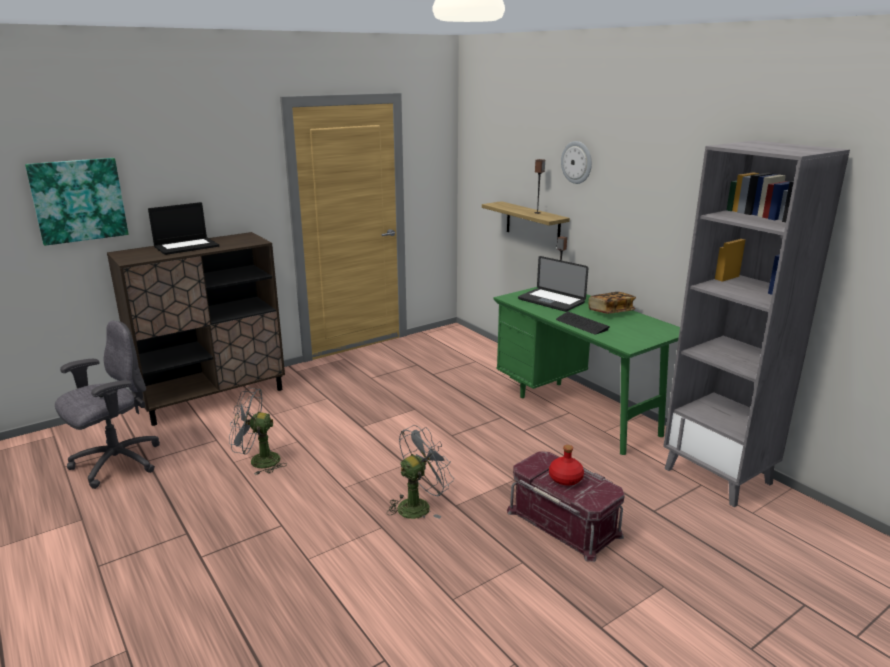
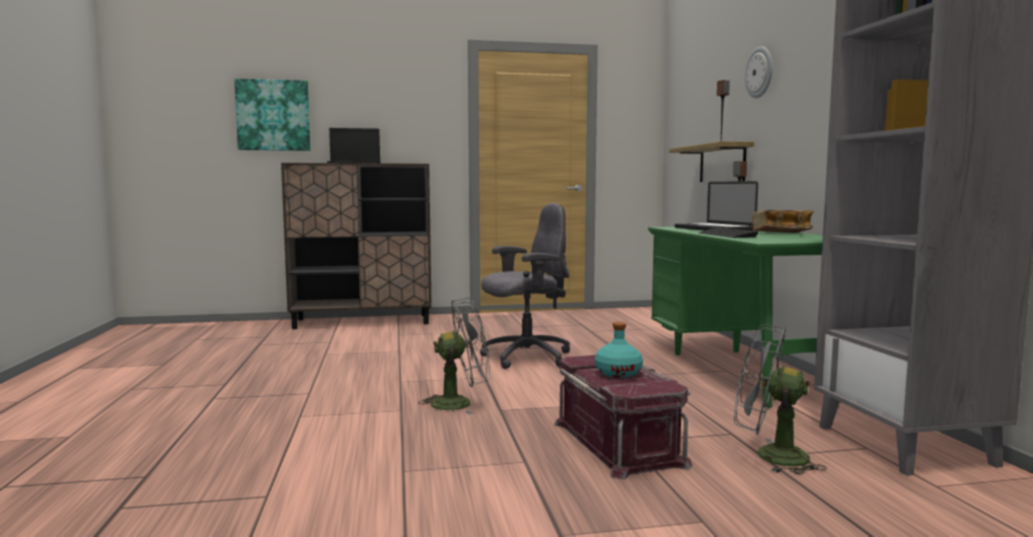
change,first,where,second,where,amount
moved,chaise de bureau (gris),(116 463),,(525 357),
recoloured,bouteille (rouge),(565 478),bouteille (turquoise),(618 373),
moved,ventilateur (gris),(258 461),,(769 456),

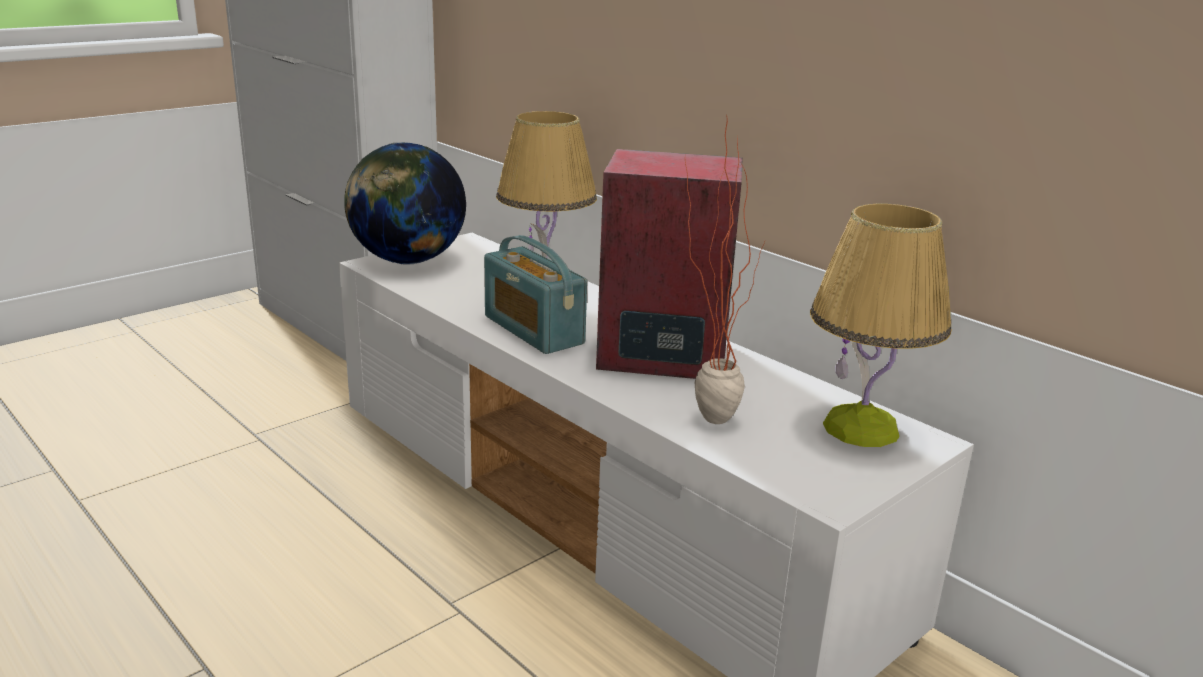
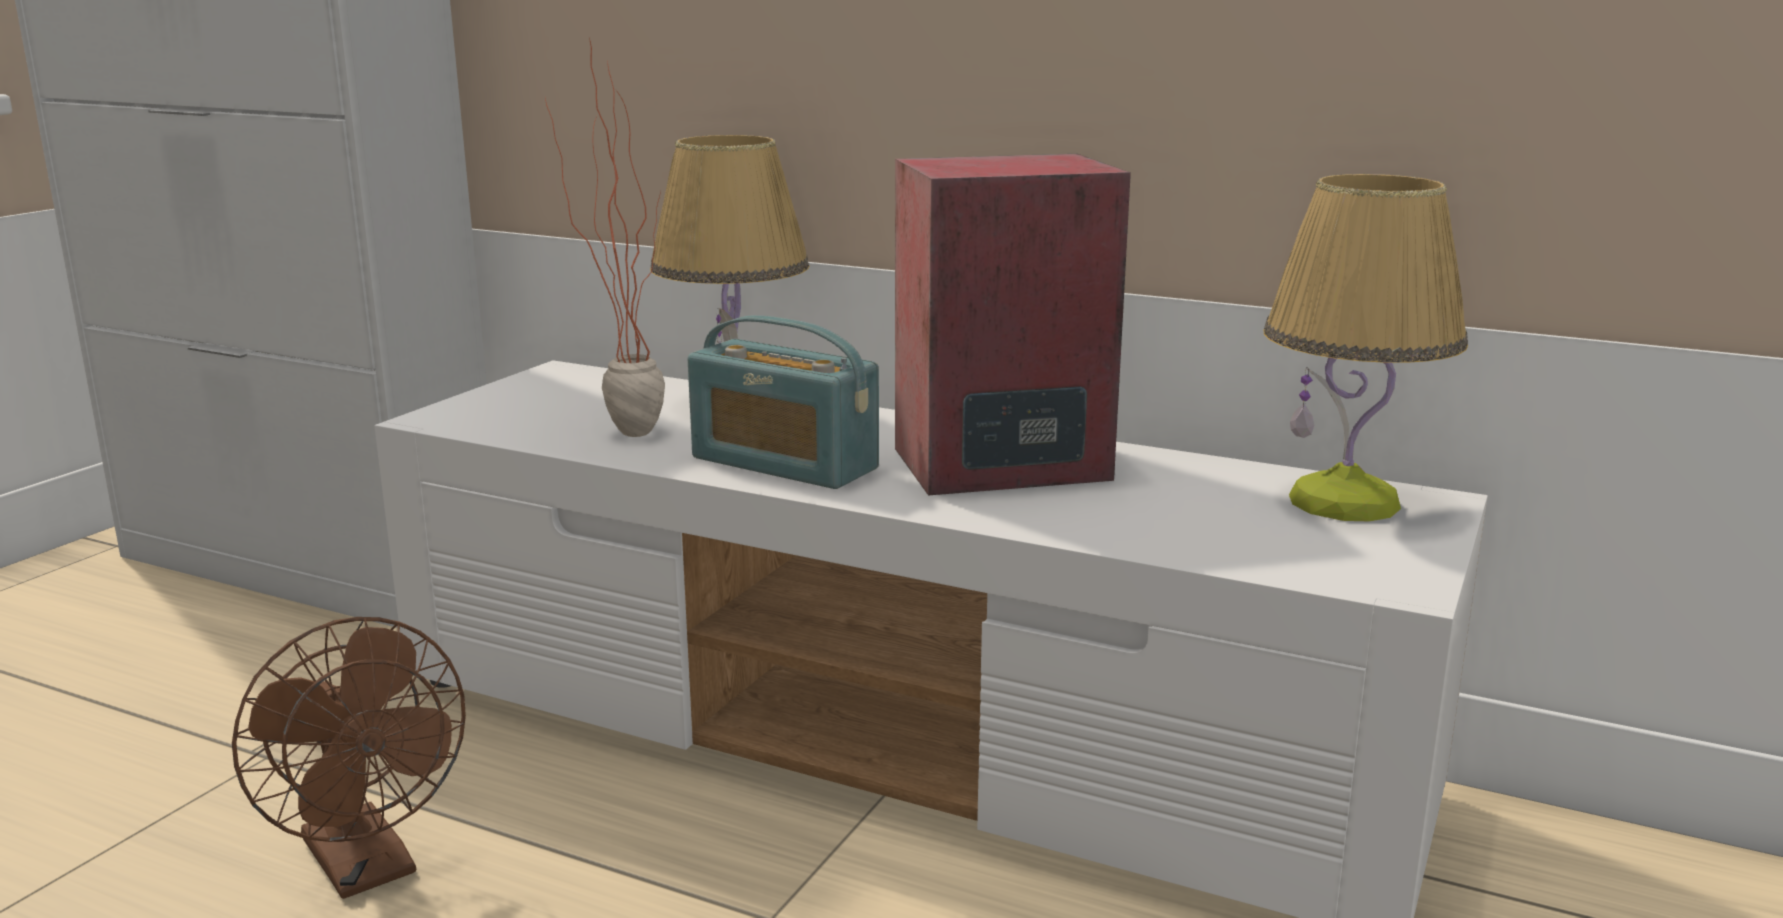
change,first,where,second,where,amount
added,,,ventilateur (marron),(368 868),
moved,plante en pot,(705 413),,(621 430),
removed,globe,(408 261),,,

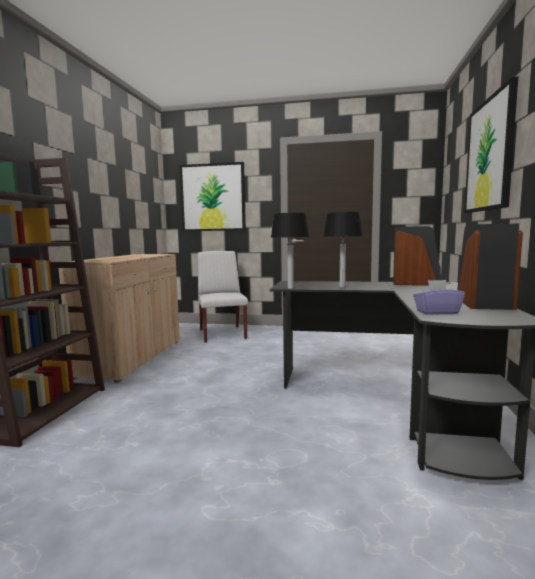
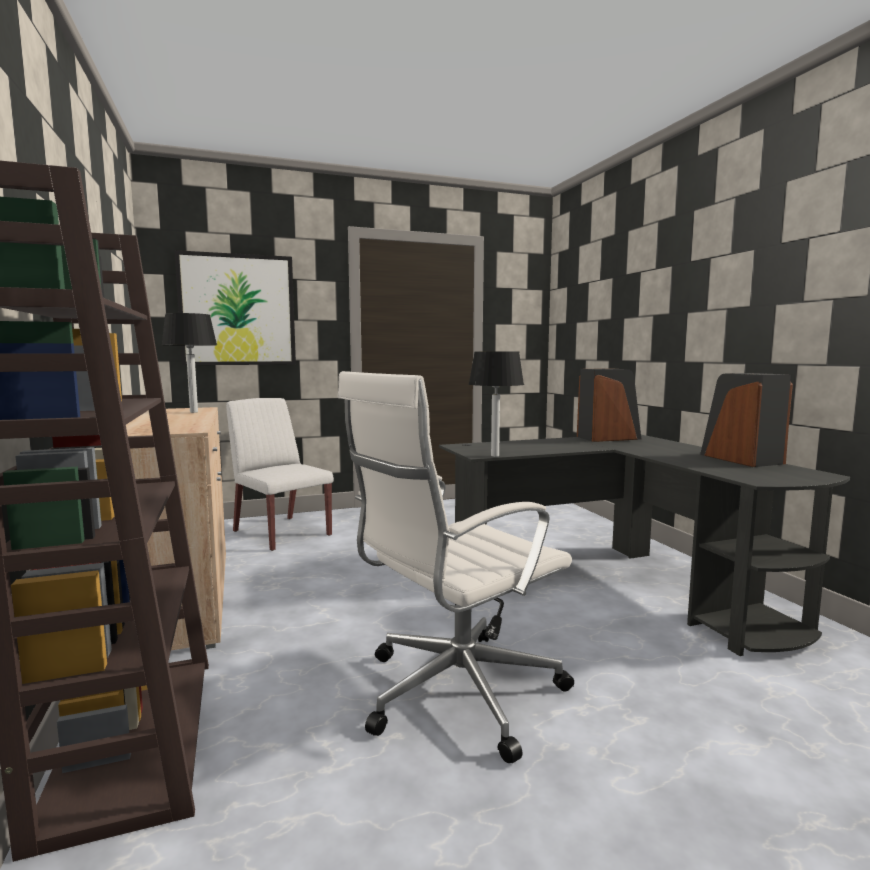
change,first,where,second,where,amount
moved,lampe de table,(342 287),,(194 412),
added,,,chaise de bureau (blanc),(455 693),
removed,boîte à mouchoirs (violet),(437 312),,,
removed,tableau,(490 155),,,

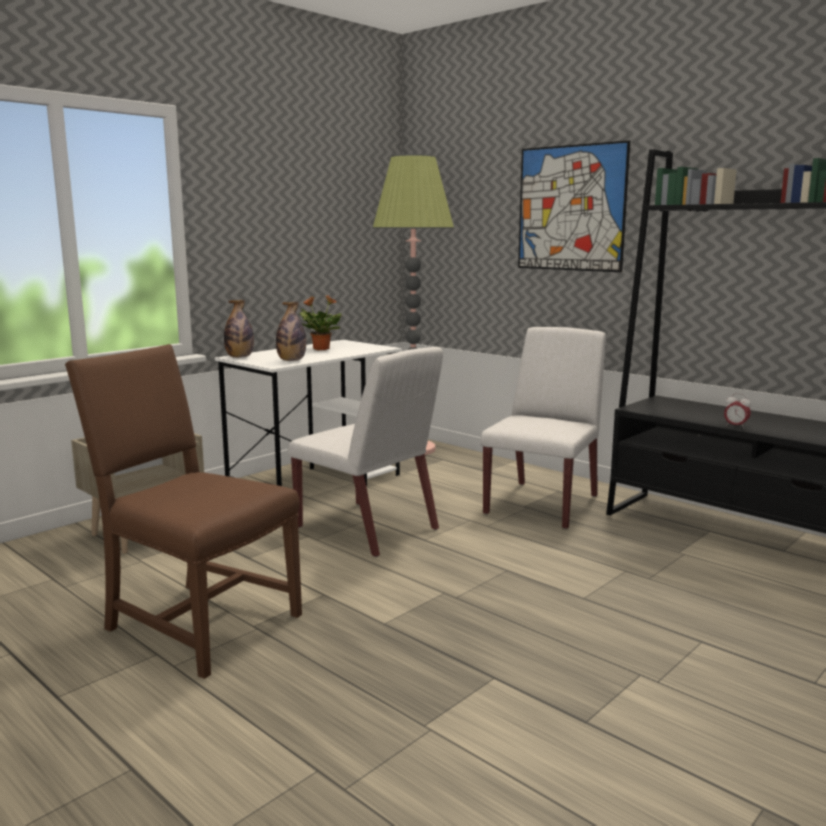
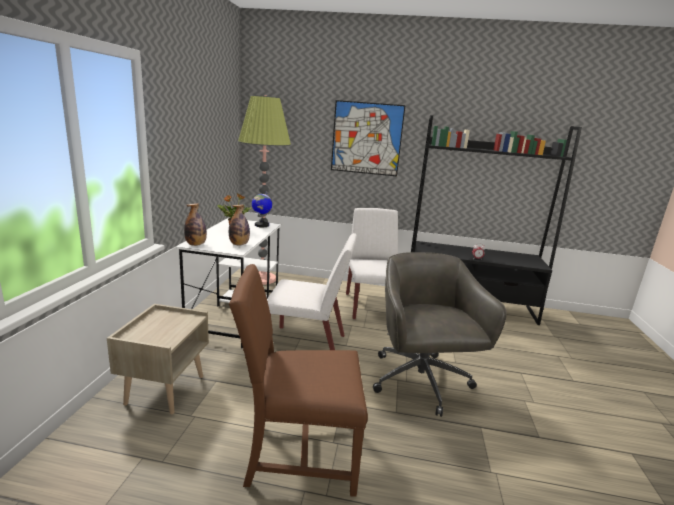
change,first,where,second,where,amount
added,,,globe,(261 225),
added,,,chaise de bureau (gris),(421 382),

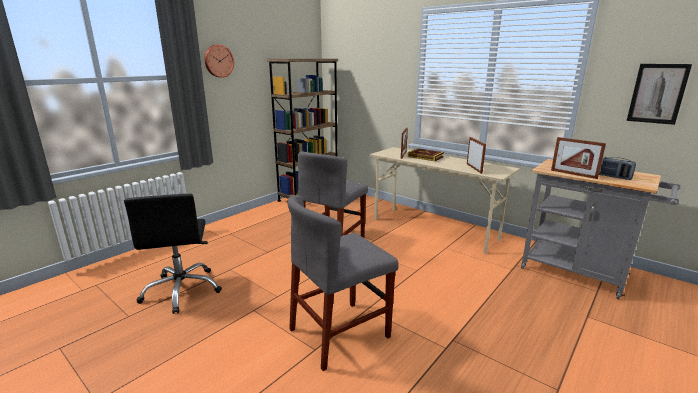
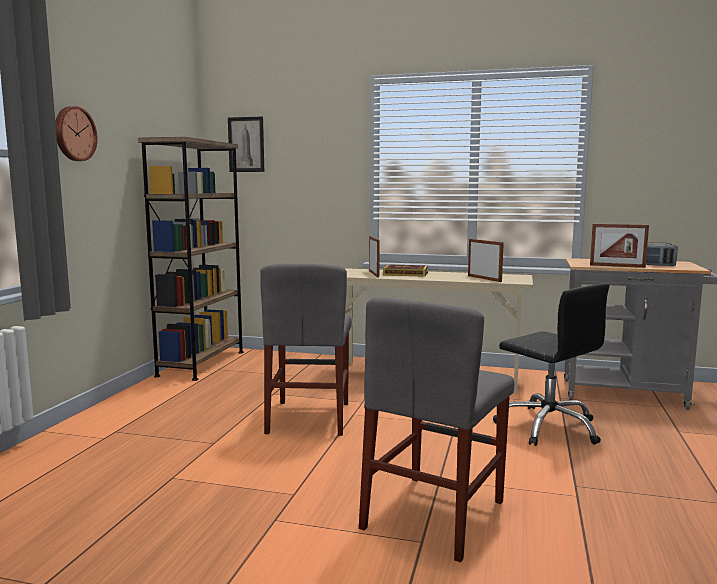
change,first,where,second,where,amount
moved,tableau,(657 93),,(246 144),
moved,chaise de bureau (noir),(182 290),,(549 427),

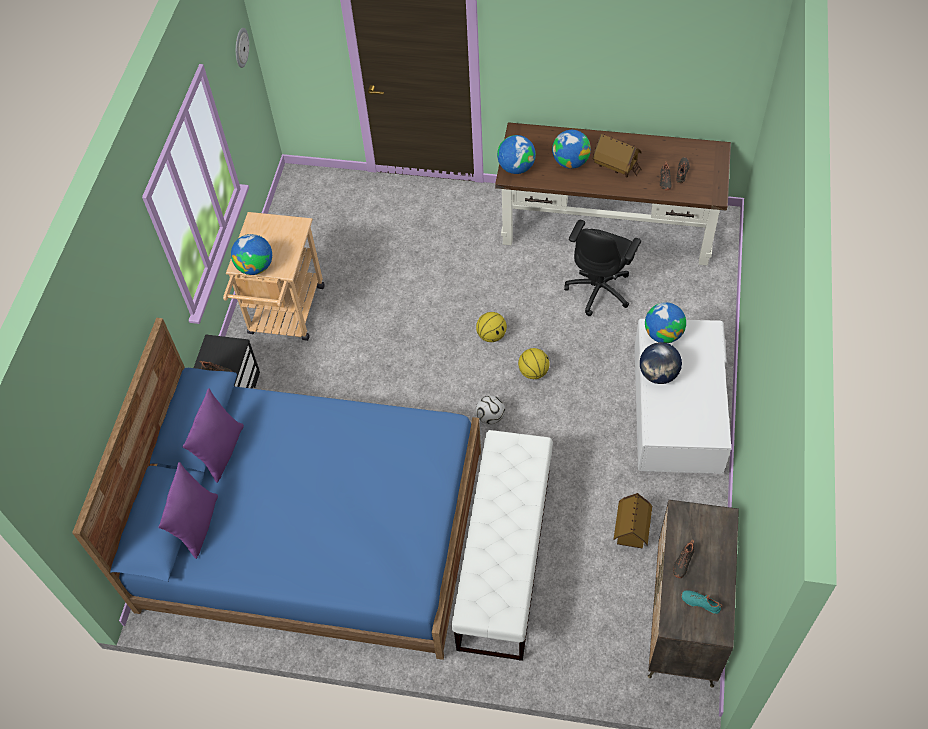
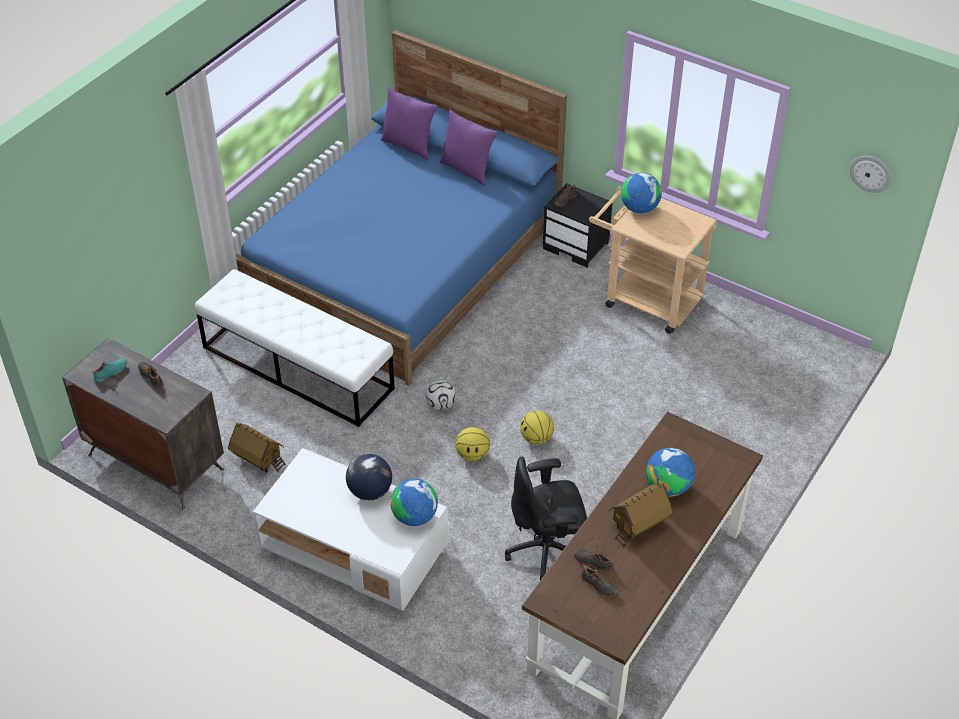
change,first,where,second,where,amount
turned,chaise de bureau (noir),(599 289),,(547 551),60 degrees counterclockwise
removed,globe,(516 168),,,

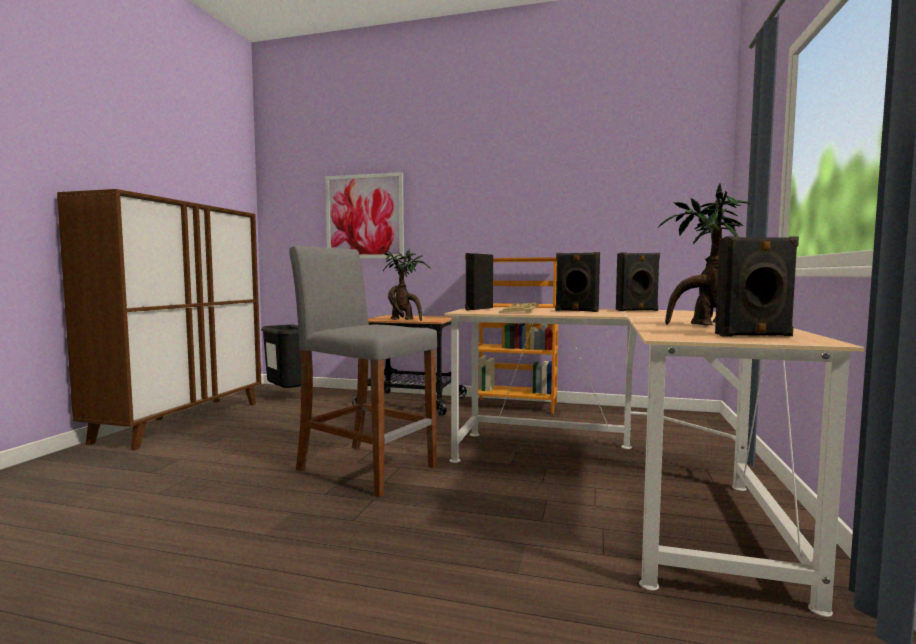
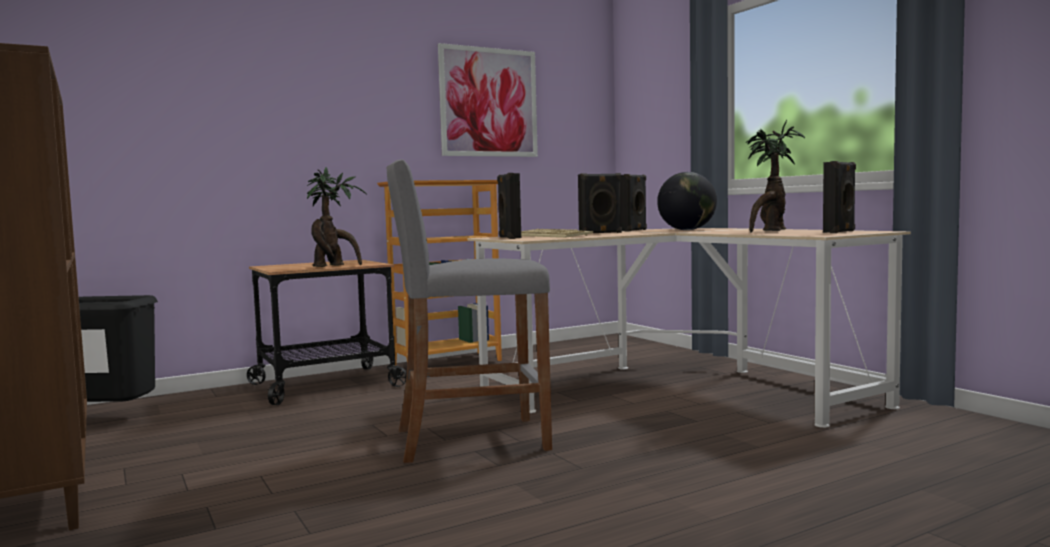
change,first,where,second,where,amount
moved,tableau,(364 216),,(488 102),
added,,,globe,(687 230),

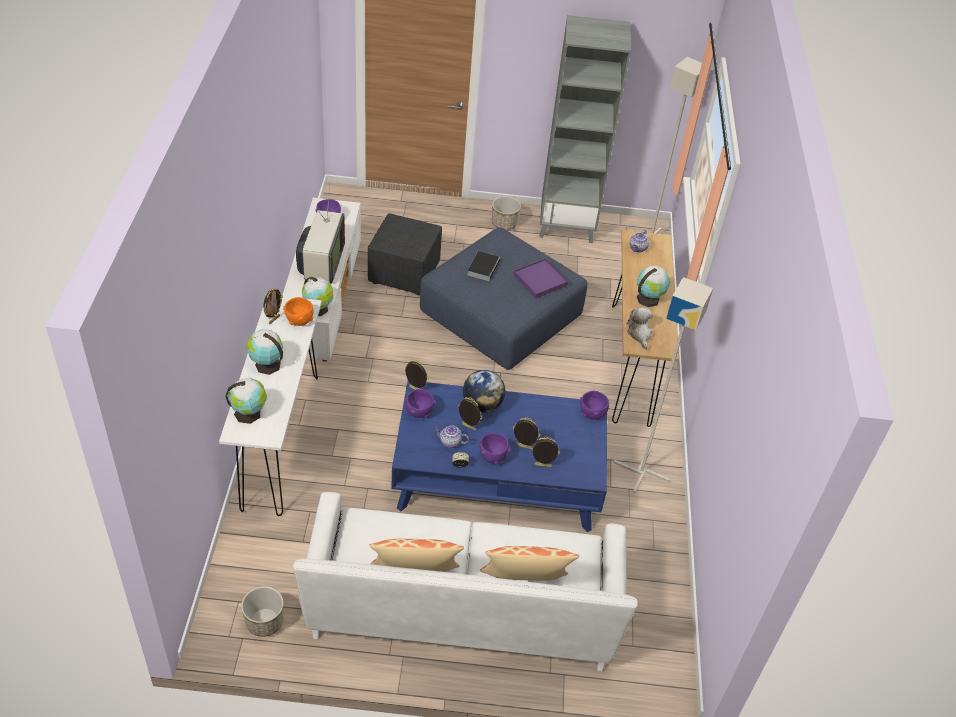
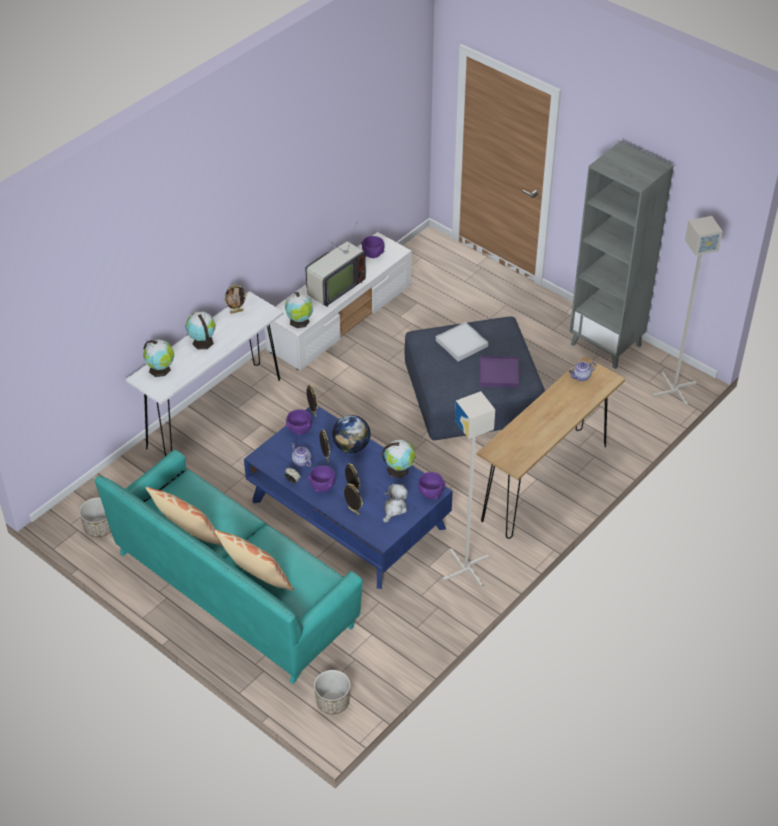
change,first,where,second,where,amount
recoloured,canapé (blanc),(461 609),canapé (turquoise),(234 590),
moved,cache-pot,(504 224),,(332 702),
moved,globe,(649 298),,(399 469),
moved,peluche,(639 334),,(394 508),
replaced,livre,(483 267),plateau (blanc),(461 343),
removed,bol (orange),(299 321),,,
removed,pouf (noir),(405 273),,,

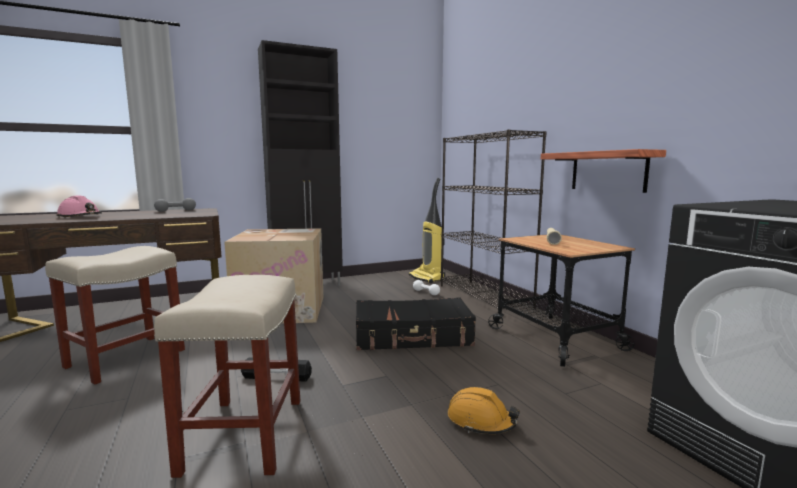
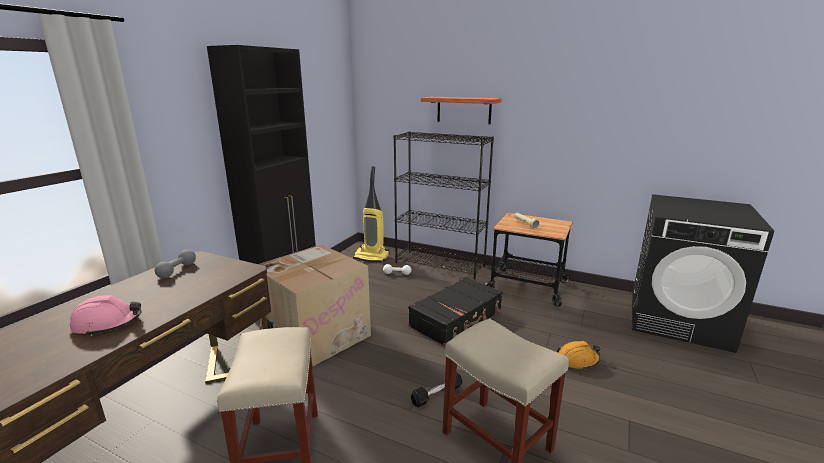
change,first,where,second,where,amount
moved,étagère,(608 171),,(464 110),

